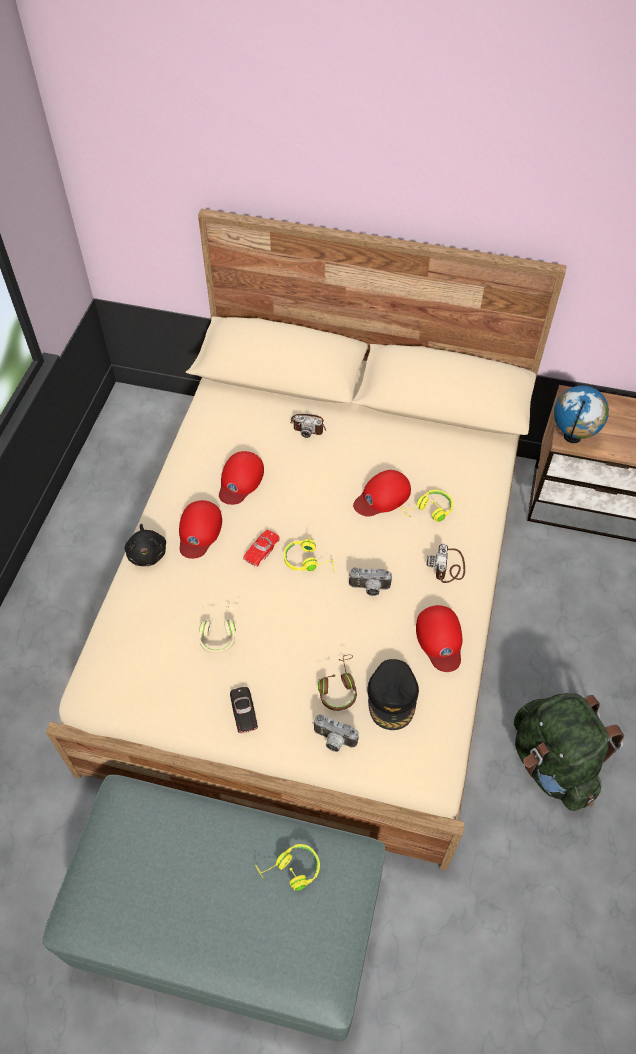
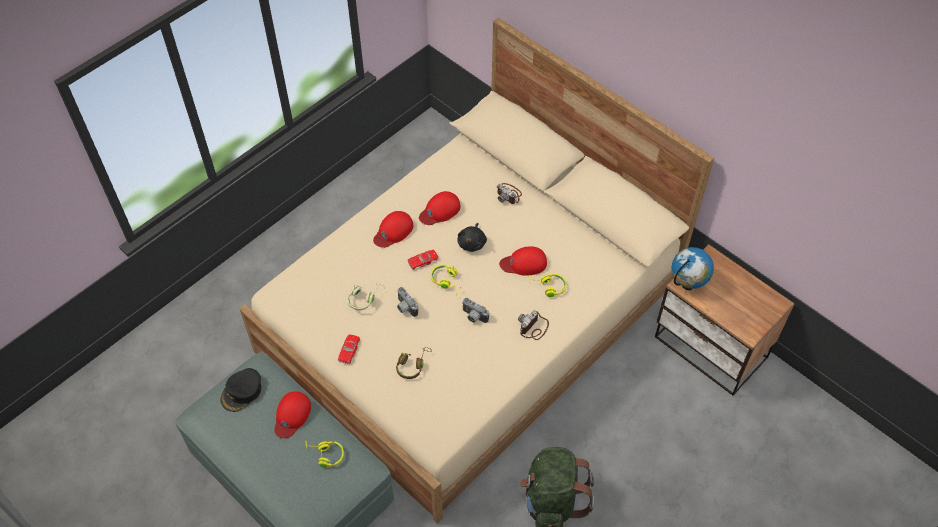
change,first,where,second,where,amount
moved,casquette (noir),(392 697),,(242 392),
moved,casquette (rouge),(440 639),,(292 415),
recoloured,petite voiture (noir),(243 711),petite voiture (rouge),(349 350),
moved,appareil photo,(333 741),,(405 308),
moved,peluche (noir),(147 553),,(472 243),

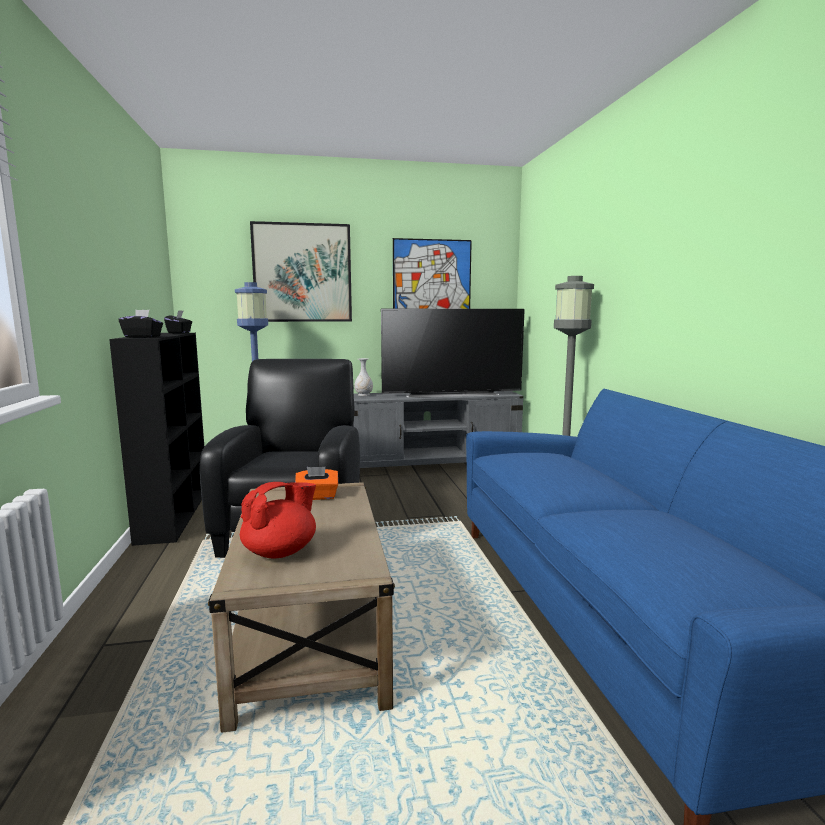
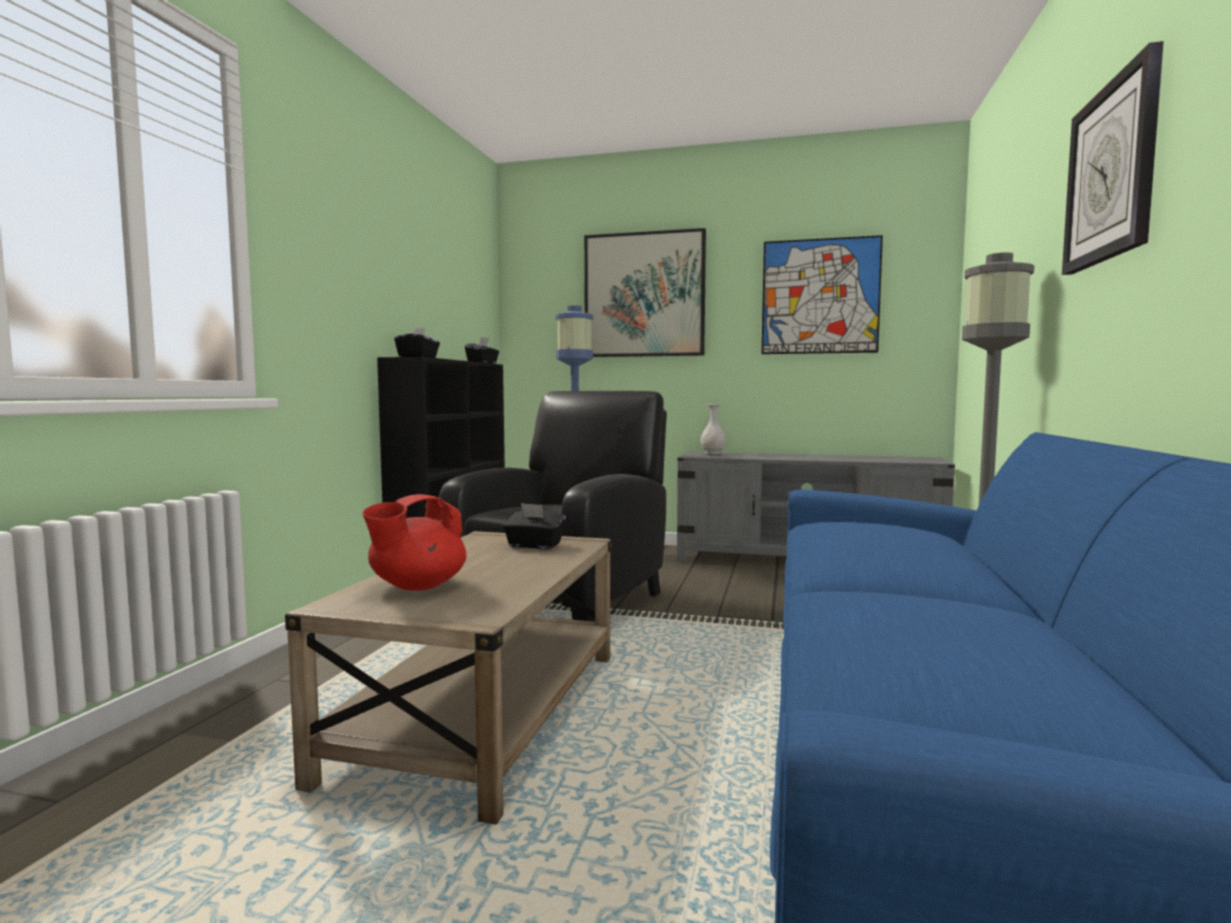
change,first,where,second,where,amount
turned,théière (rouge),(281 552),,(417 586),150 degrees clockwise
recoloured,boîte à mouchoirs (orange),(317 497),boîte à mouchoirs (noir),(534 545),
added,,,horloge murale,(1111 173),
removed,téléviseur,(451 394),,,

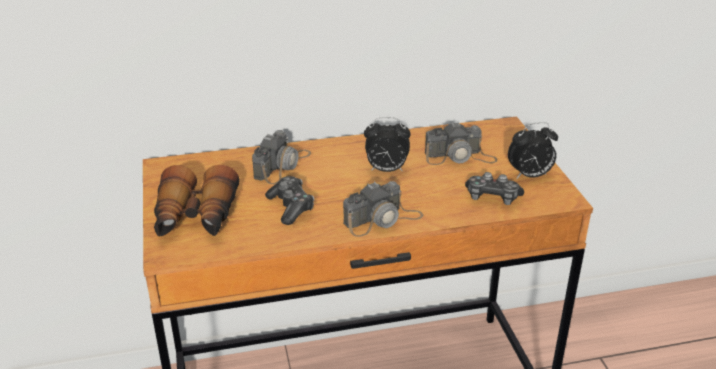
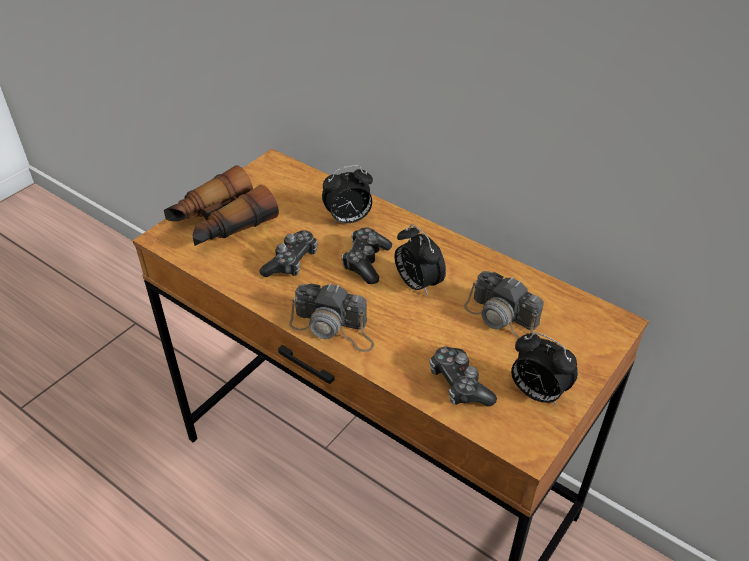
change,first,where,second,where,amount
replaced,appareil photo,(282 165),réveil,(348 220),
added,,,manette,(366 262),

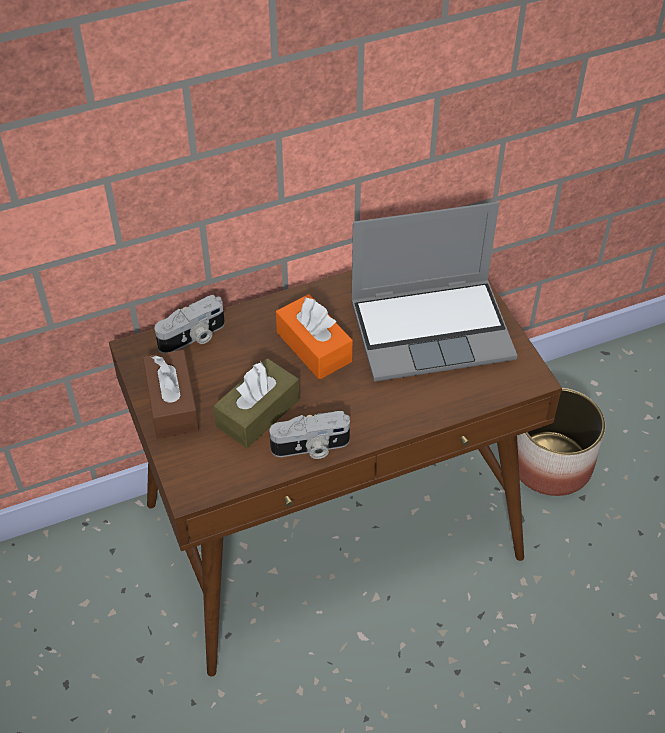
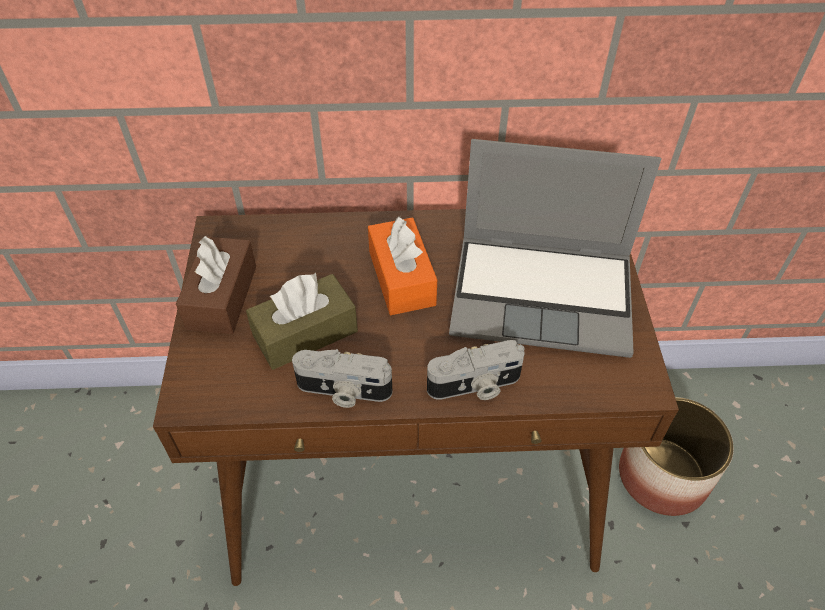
change,first,where,second,where,amount
moved,appareil photo,(193 337),,(475 386),

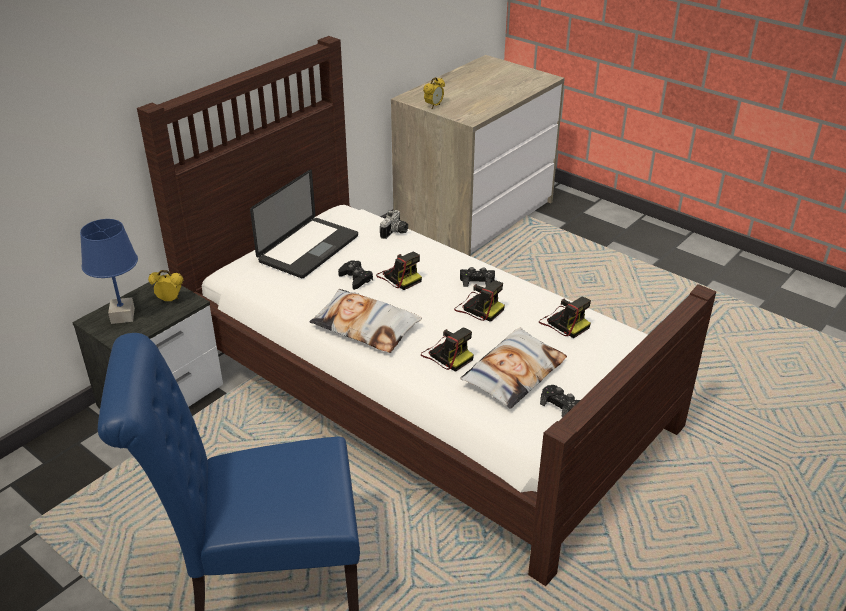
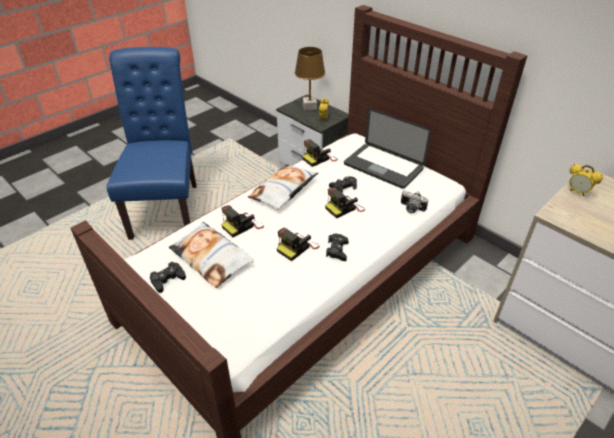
change,first,where,second,where,amount
recoloured,lampe de table (bleu),(123 316),lampe de table (marron),(309 107),
moved,appareil photo,(564 323),,(319 158),

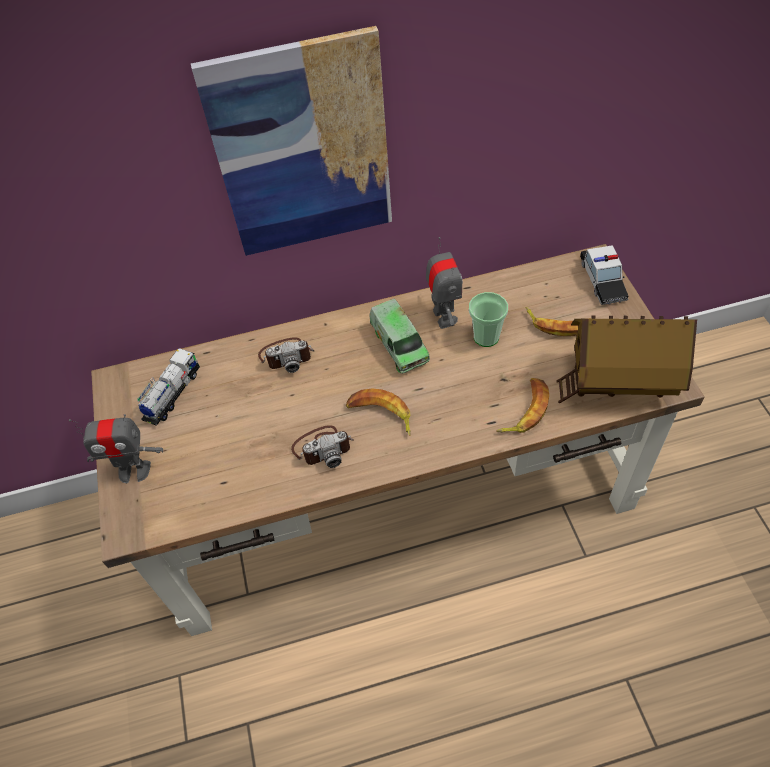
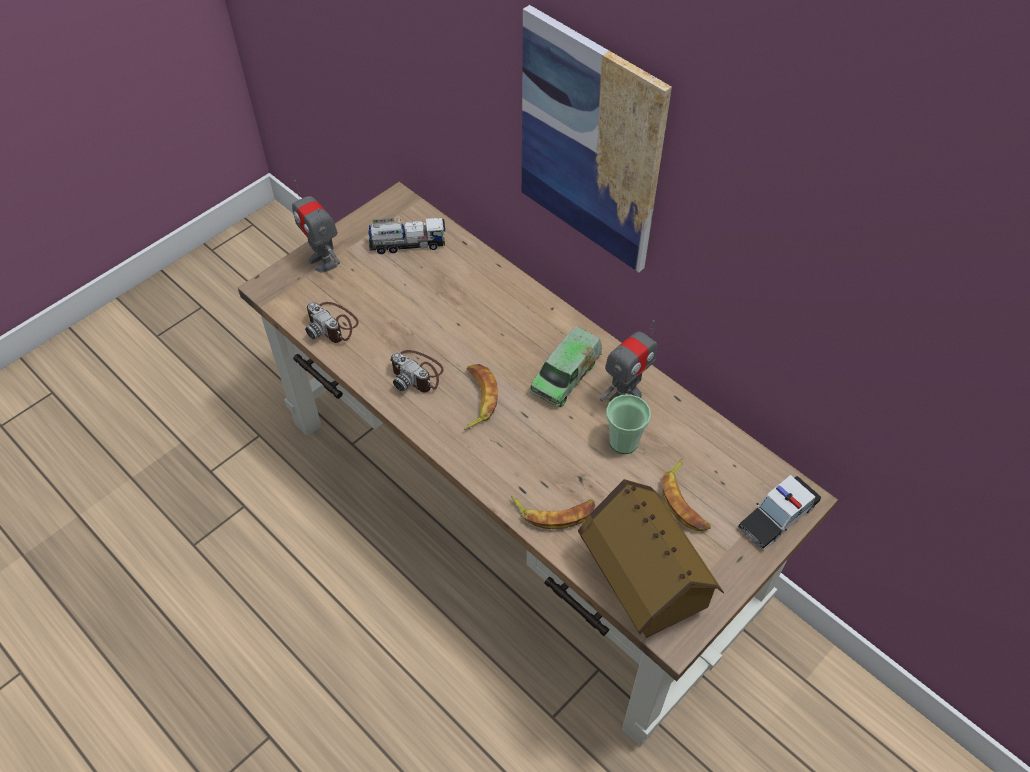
change,first,where,second,where,amount
moved,appareil photo,(287 355),,(333 324),

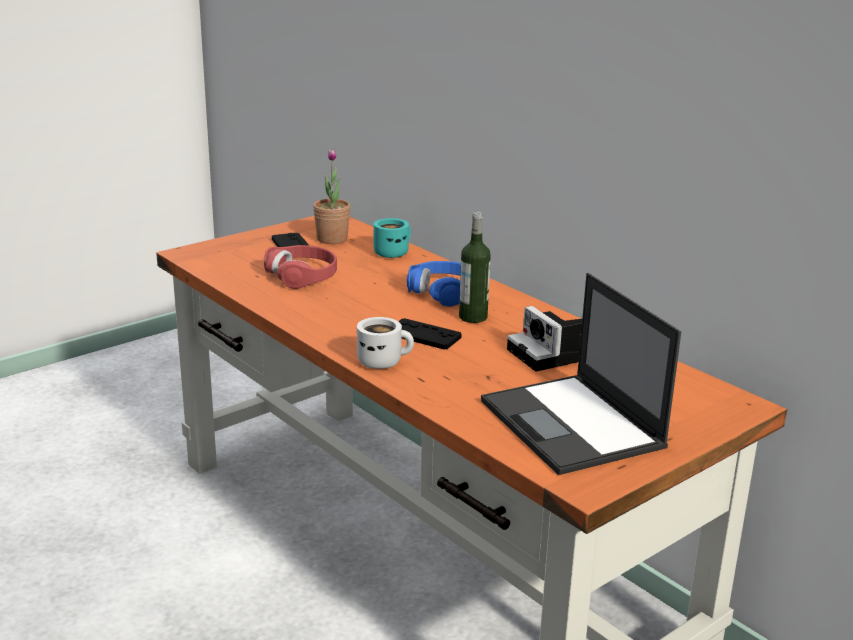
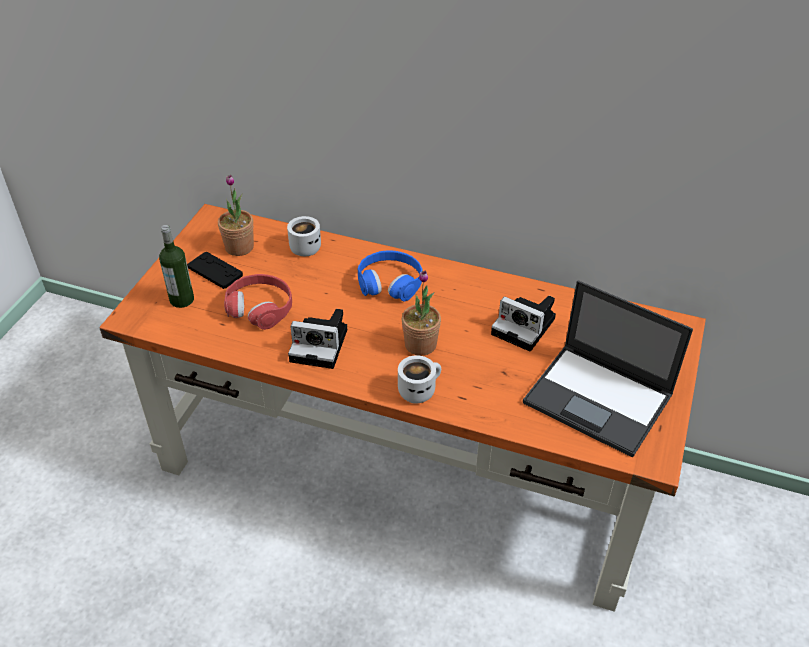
change,first,where,second,where,amount
moved,bouteille,(473 317),,(182 300),
recoloured,mug (turquoise),(392 252),mug (blanc),(305 246),
added,,,appareil photo,(321 345),
replaced,manette (noir),(424 335),plante en pot,(420 344),

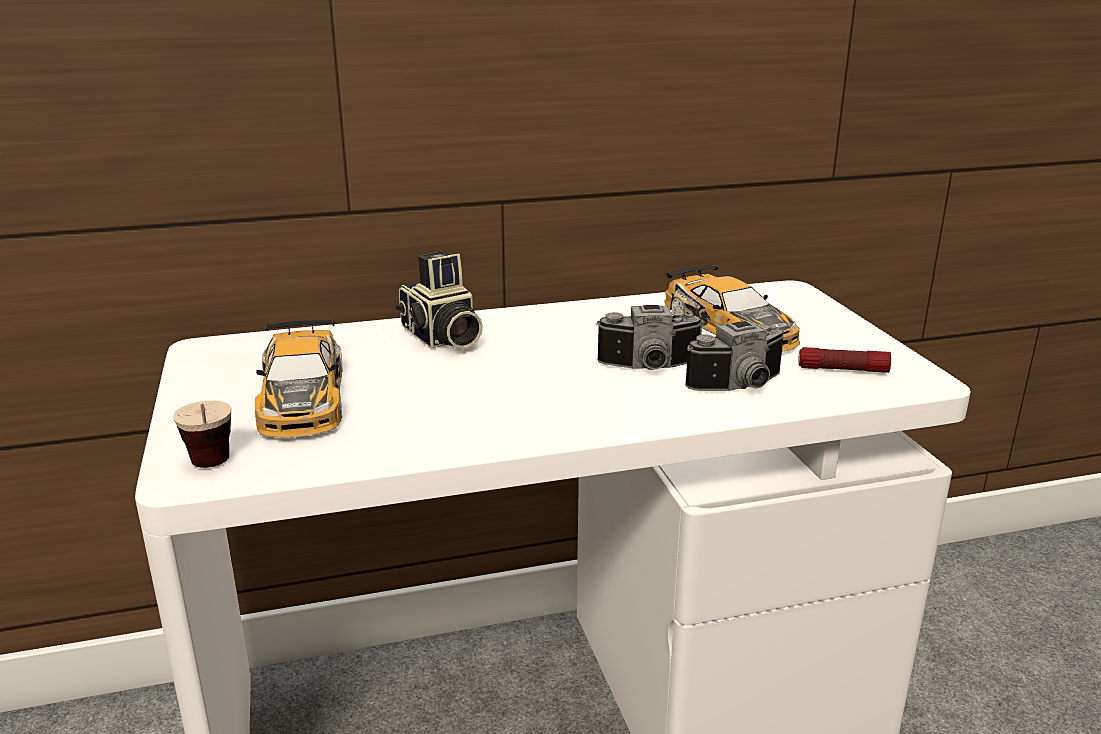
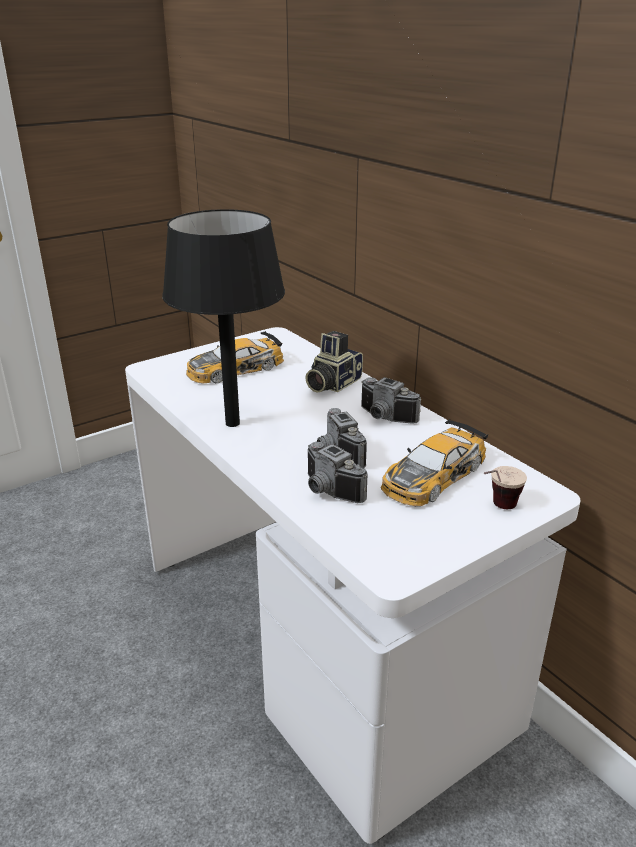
change,first,where,second,where,amount
added,,,lampe de table (noir),(232 423),
added,,,appareil photo,(384 418),
moved,tasse,(213 470),,(496 509),
removed,lampe de poche,(842 370),,,

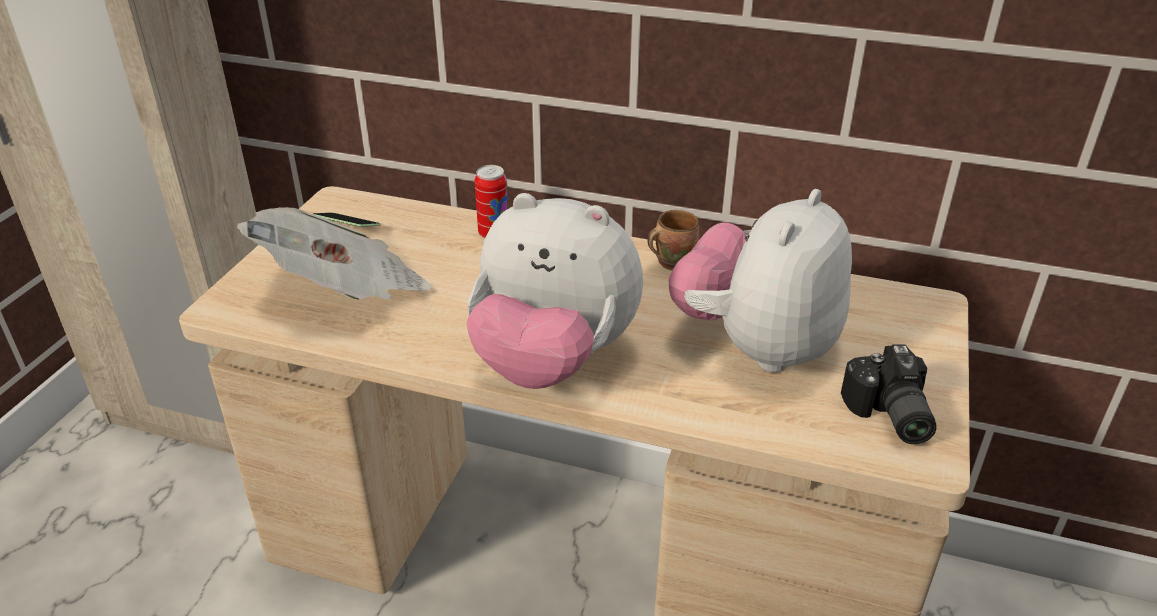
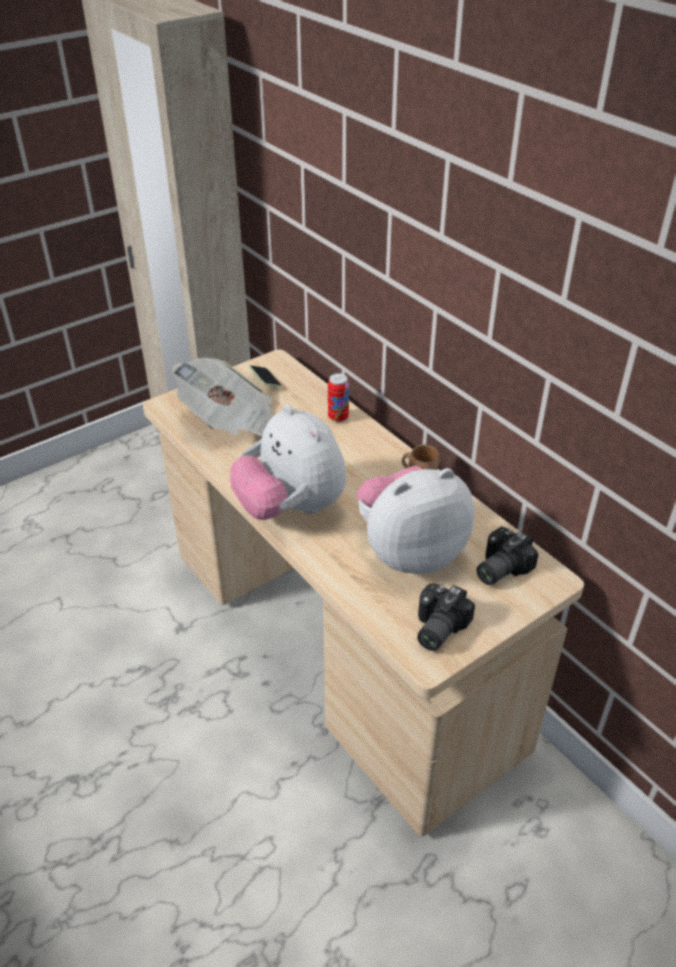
change,first,where,second,where,amount
added,,,appareil photo,(498 568),

